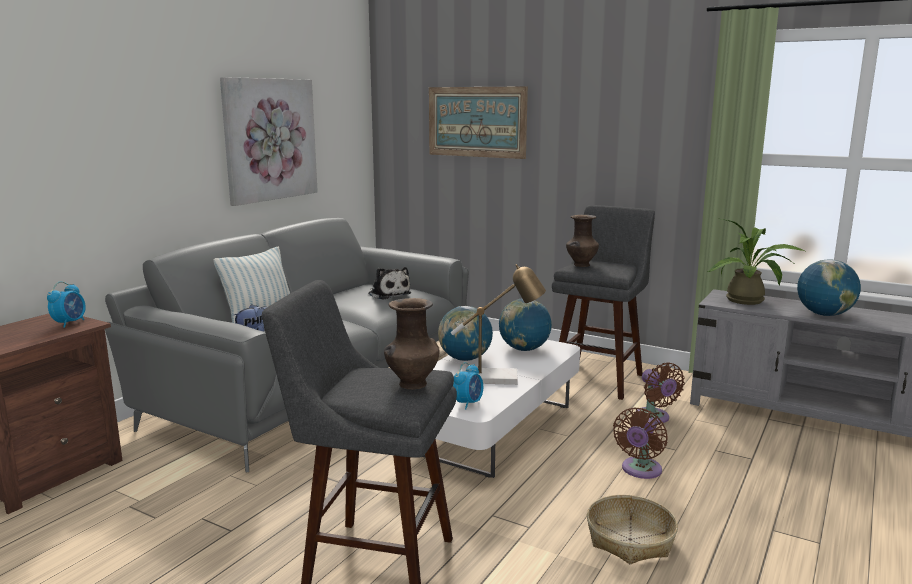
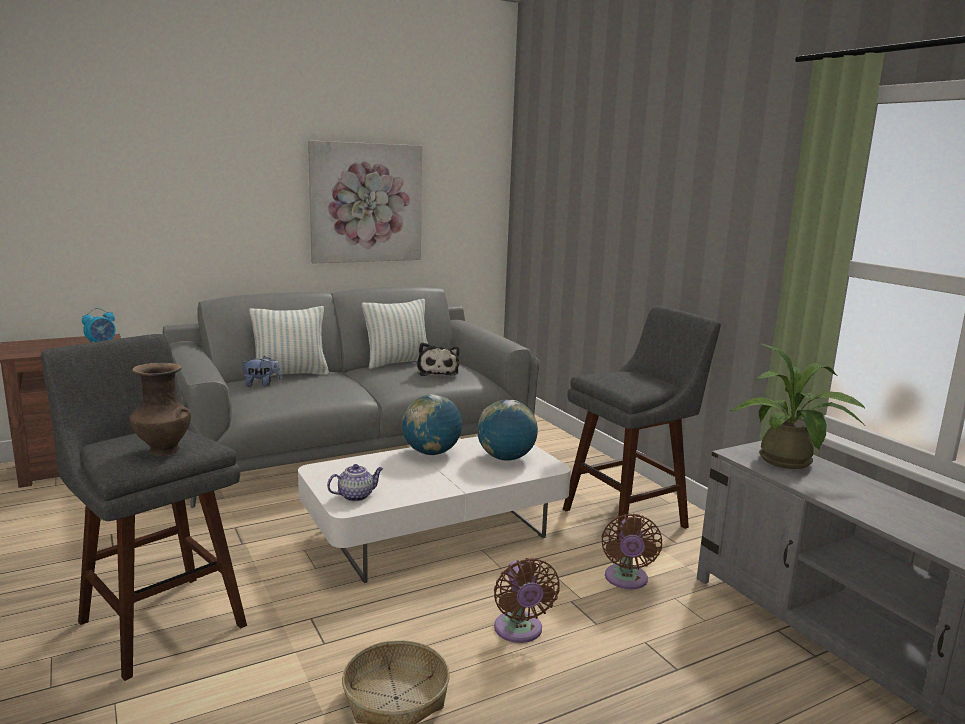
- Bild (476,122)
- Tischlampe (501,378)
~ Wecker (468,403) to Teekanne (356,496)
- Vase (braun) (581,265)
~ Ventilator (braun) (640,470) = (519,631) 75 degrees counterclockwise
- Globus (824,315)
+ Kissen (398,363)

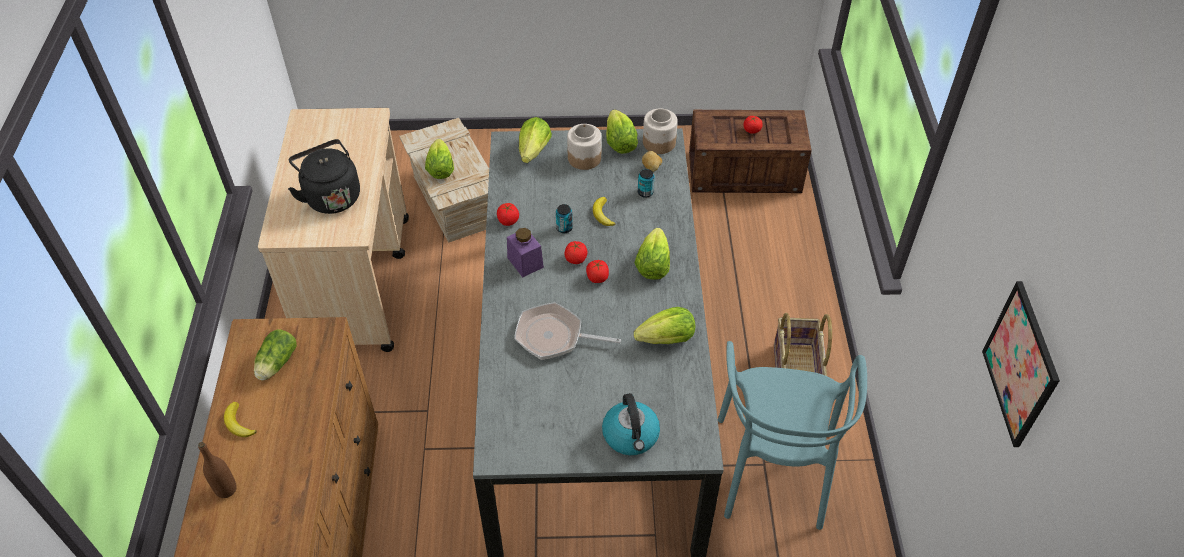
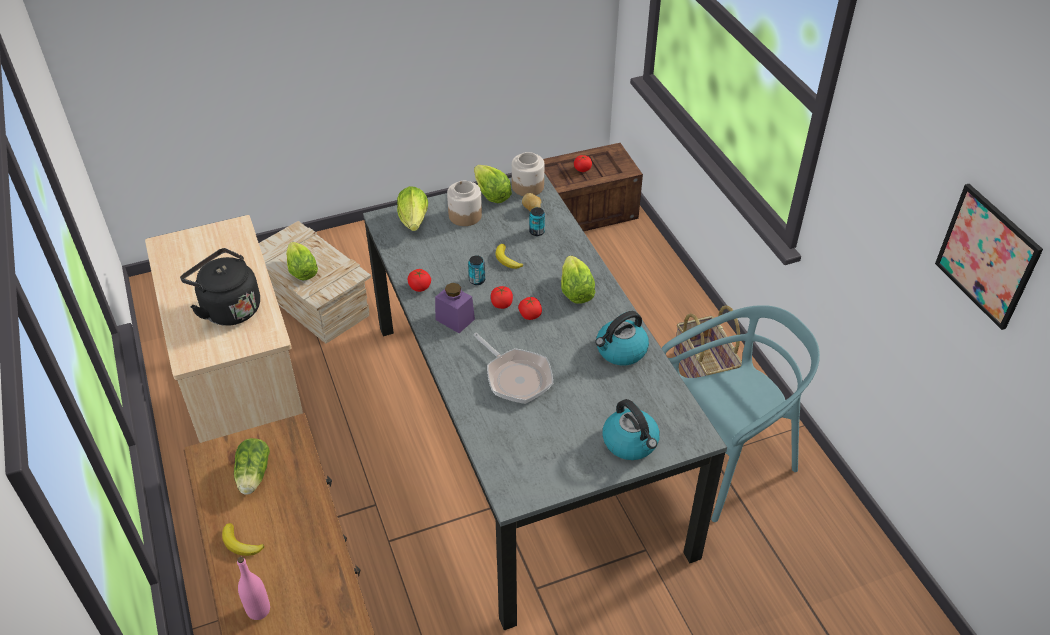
~ Flasche (braun) (226,489) to Flasche (rosa) (258,610)
~ Pfanne (554,337) = (516,377) 120 degrees counterclockwise
~ Salatkopf (667,339) to Wasserkessel (620,351)
~ Stuhl (türkis) (774,470) = (724,460) 105 degrees counterclockwise

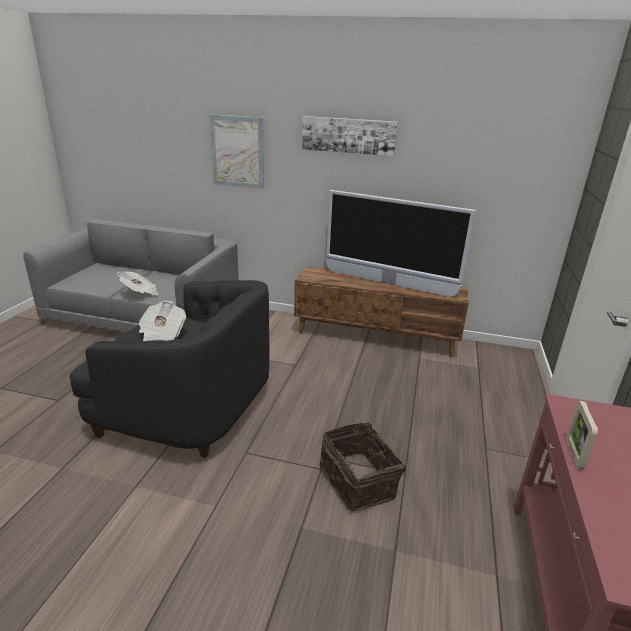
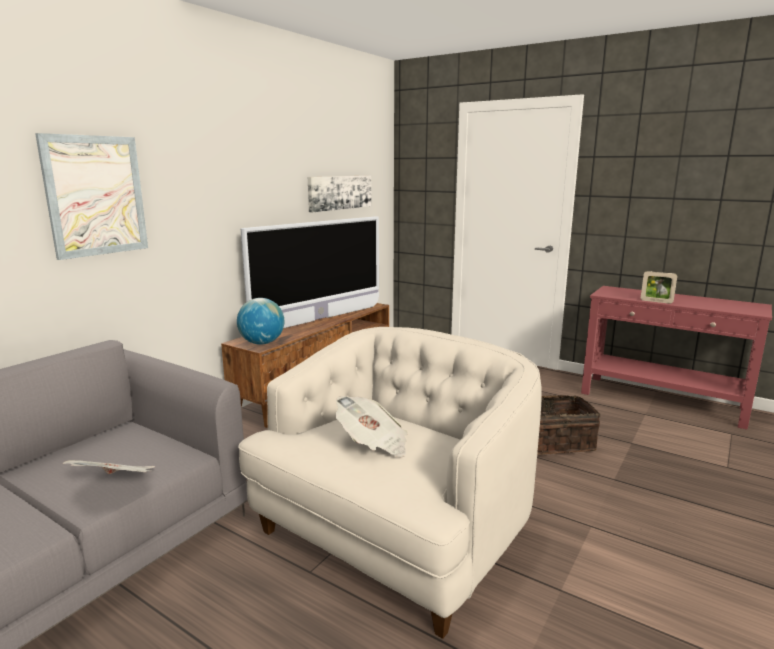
~ Sessel (schwarz) (188,405) to Sessel (weiß) (394,533)
~ Bild (348,135) to (339,192)
+ Globus (262,343)

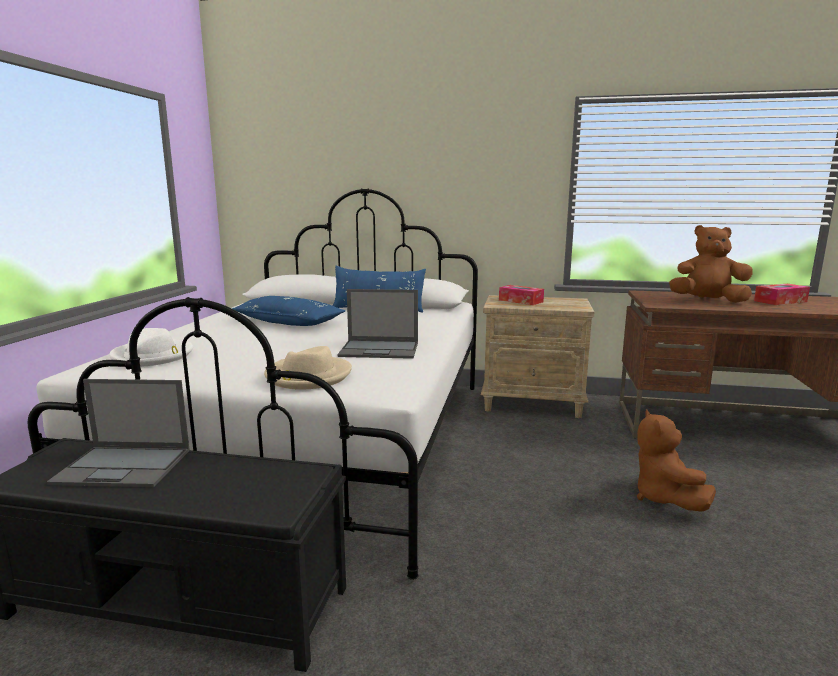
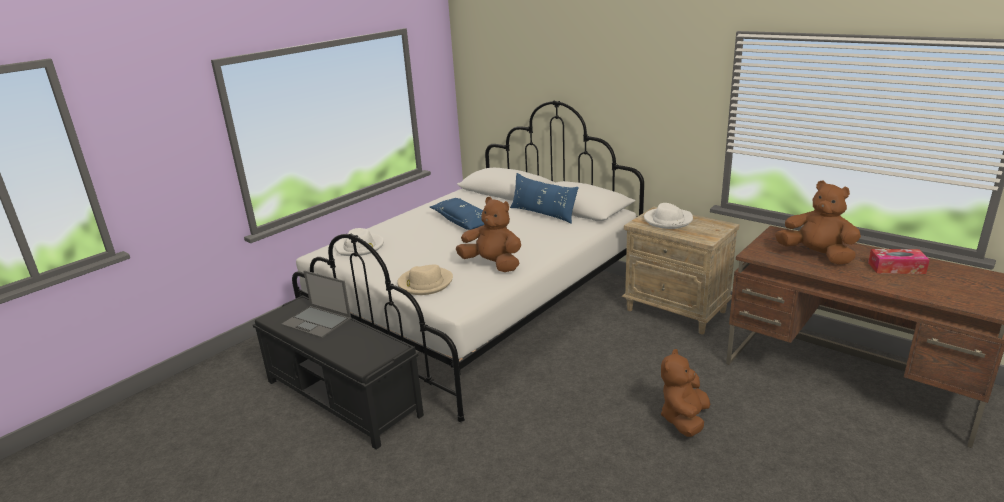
~ Laptop (380,350) to Plüschtier (braun) (492,265)
~ Taschentuchbox (520,301) to Hut (weiß) (668,220)

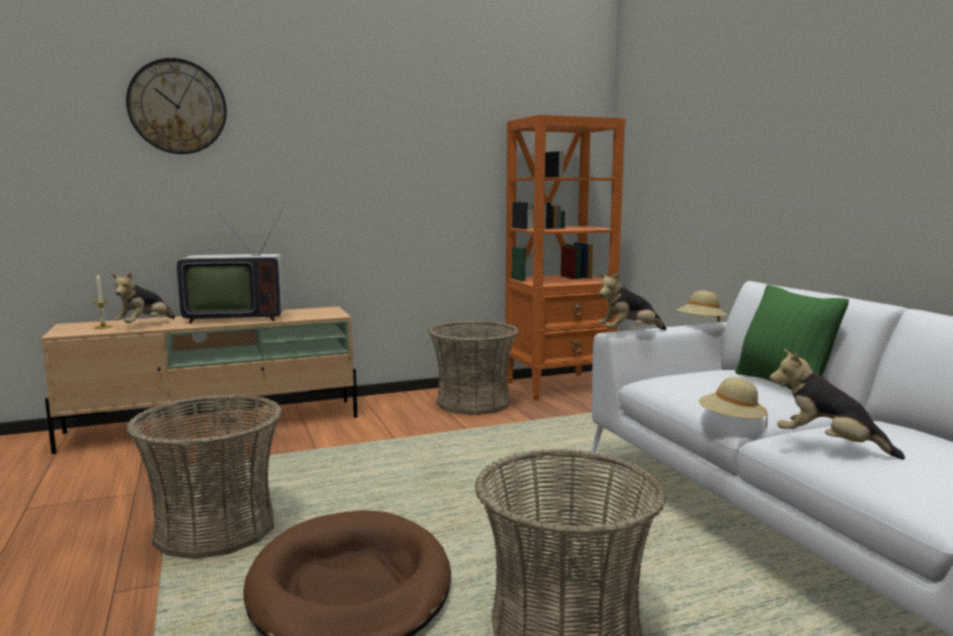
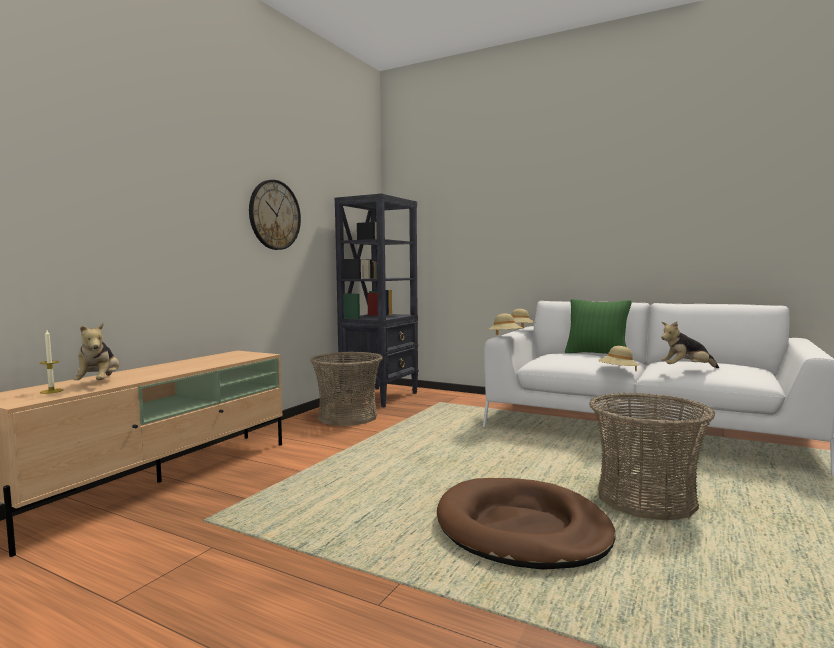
~ Wanduhr (177,107) to (274,215)
- Korb (216,529)
- Fernseher (234,318)
~ Bücherregal (orange) (559,386) to Bücherregal (schwarz) (380,397)
~ Plüschtier (629,333) to Hut (beige) (505,337)

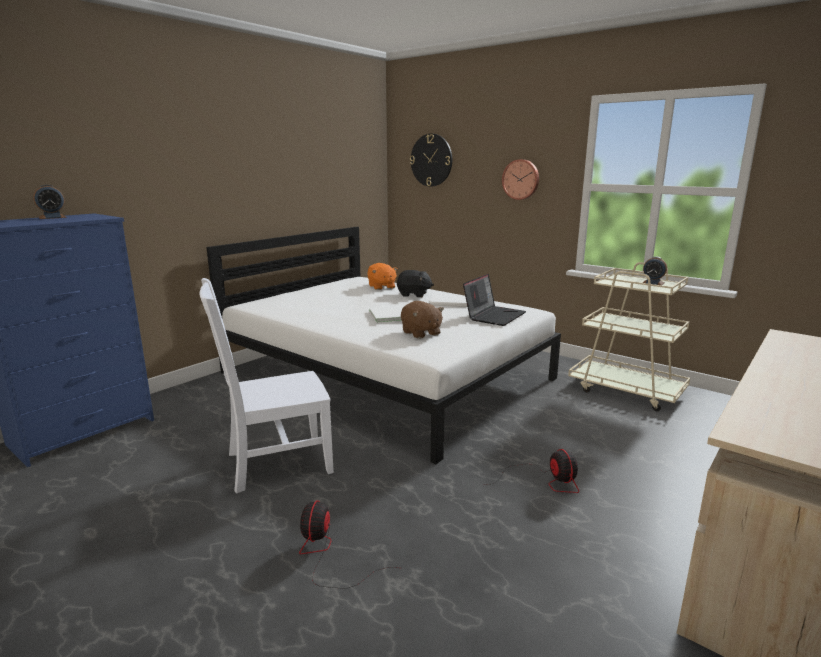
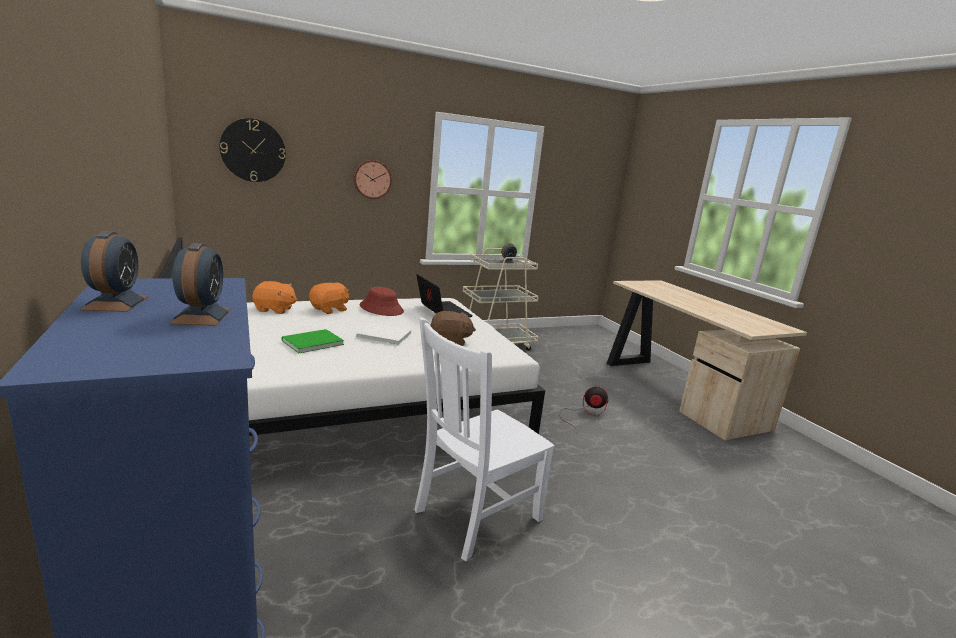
~ Stuhl (weiß) (275,463) = (474,516) 45 degrees clockwise
- Ventilator (327,554)
~ Plüschtier (schwarz) (414,294) to Plüschtier (orange) (330,309)
~ Buch (weiß) (451,302) to Hut (rot) (381,309)
+ Wecker (201,316)
+ Buch (grün) (310,342)

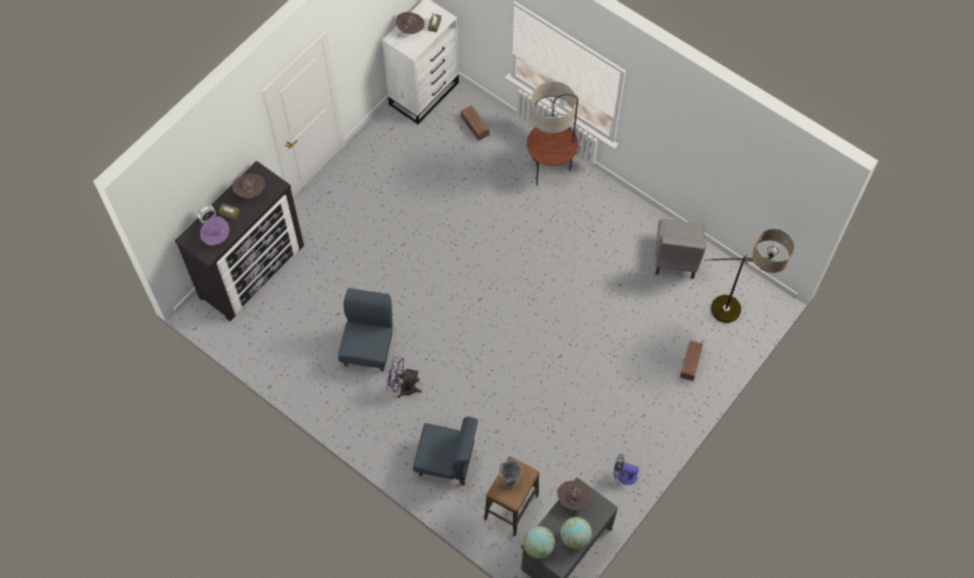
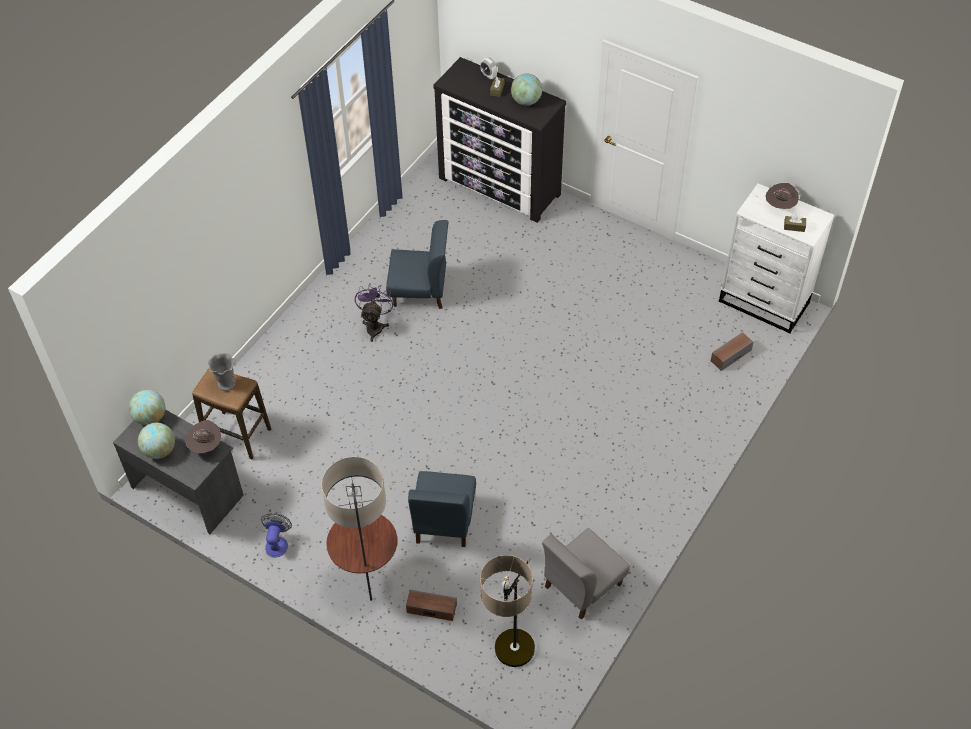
- Hut (lila) (216,237)
~ Hut (braun) (250,191) to Globus (526,101)
~ Stuhl (blau) (446,461) to (443,521)
~ Stehlampe (550,171) to (367,576)
~ Stuhl (grau) (676,258) = (582,585) 45 degrees counterclockwise

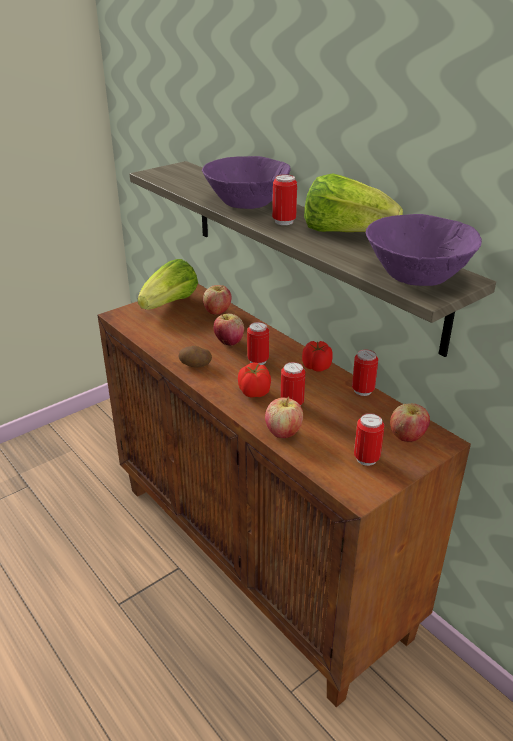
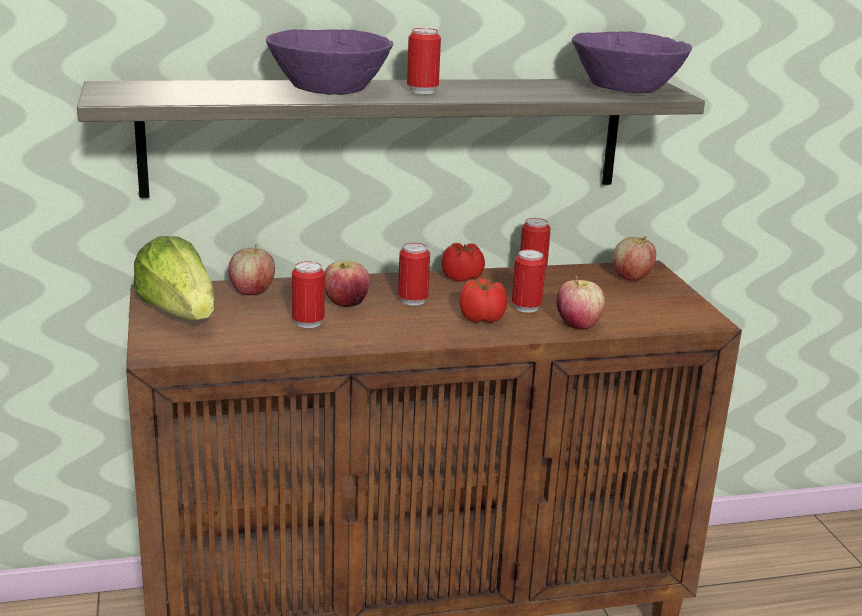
- Kartoffel (195,365)
- Salatkopf (345,233)
~ Dose (366,458) to (308,322)

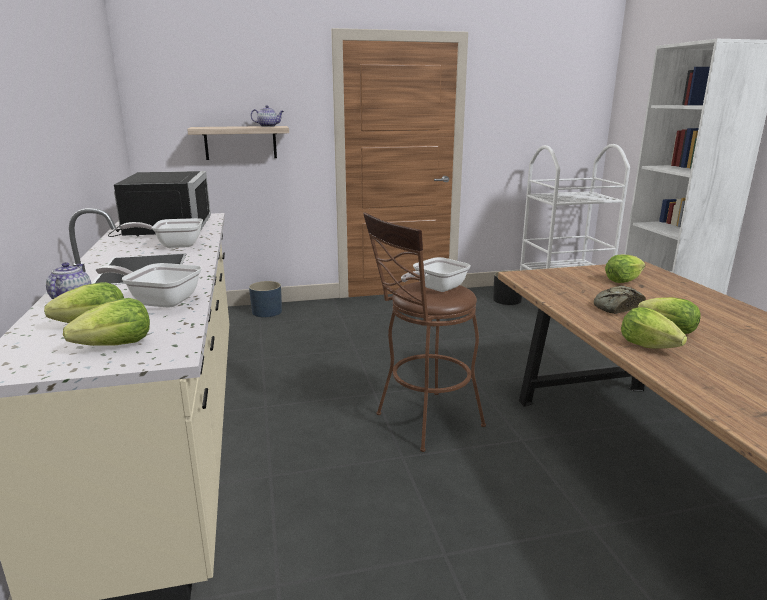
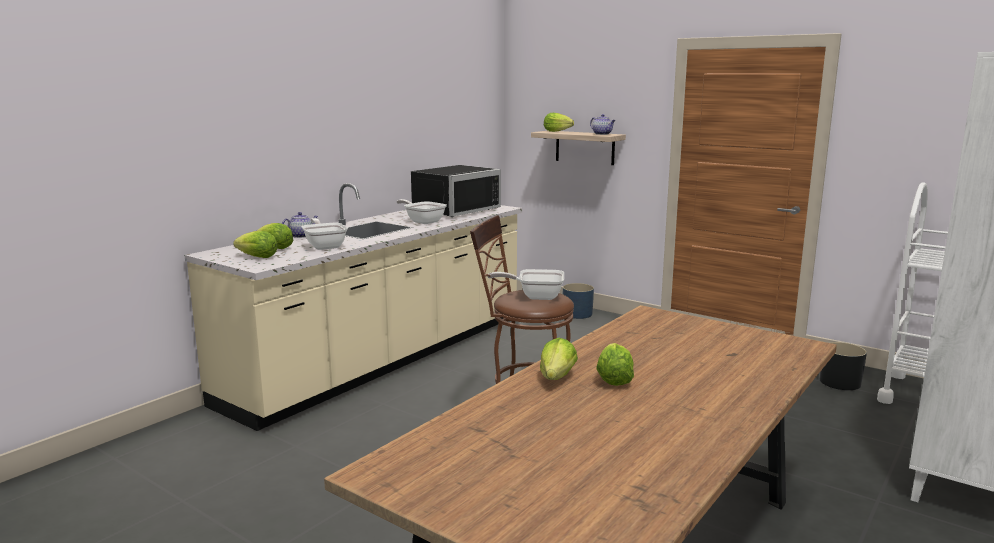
- Brot (616,307)
~ Salatkopf (622,281) to (556,131)

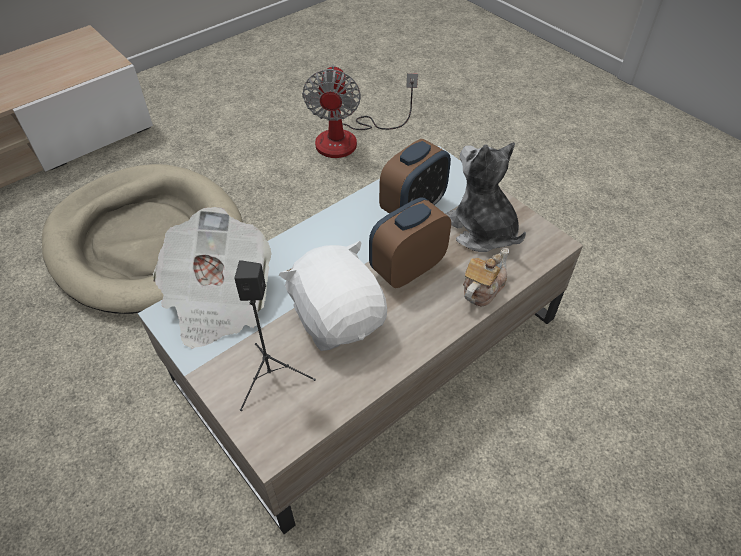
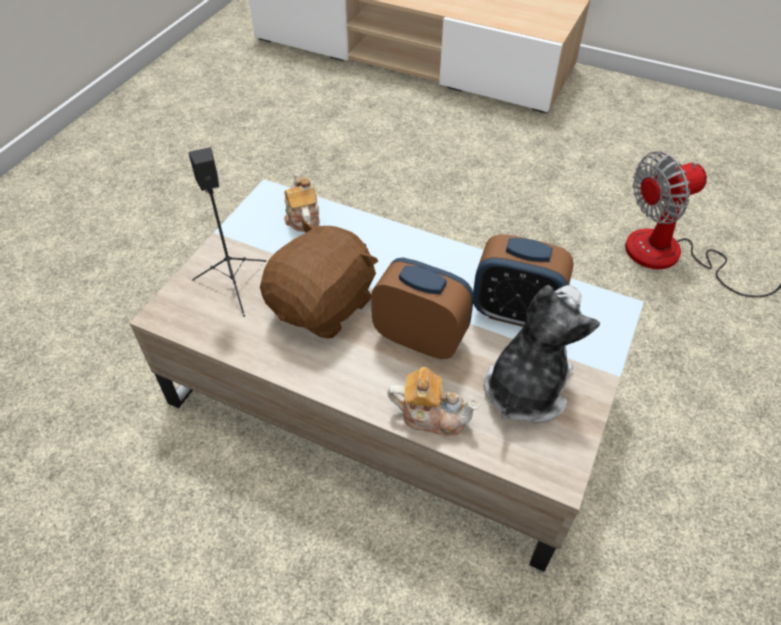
- Hundebett (beige) (146,241)
~ Zeitung (217,299) to Teekanne (302,217)
~ Plüschtier (weiß) (338,317) to Plüschtier (braun) (324,305)

